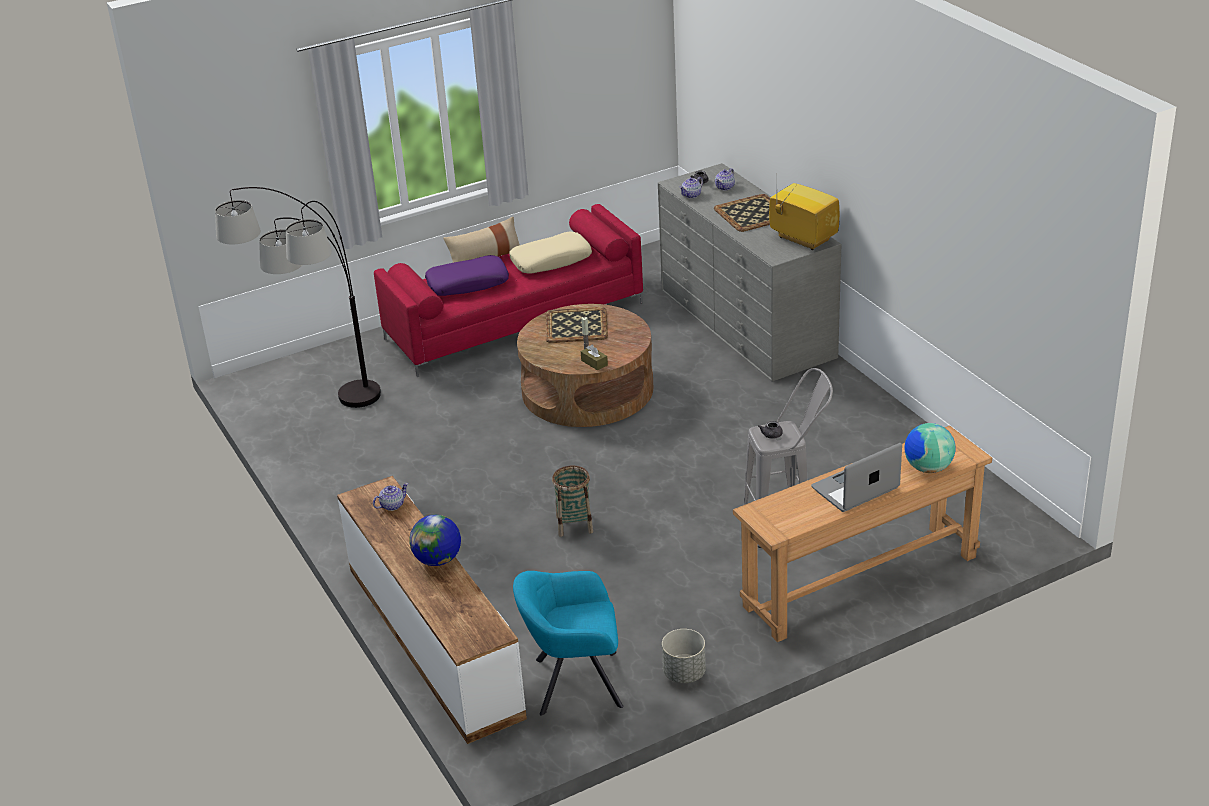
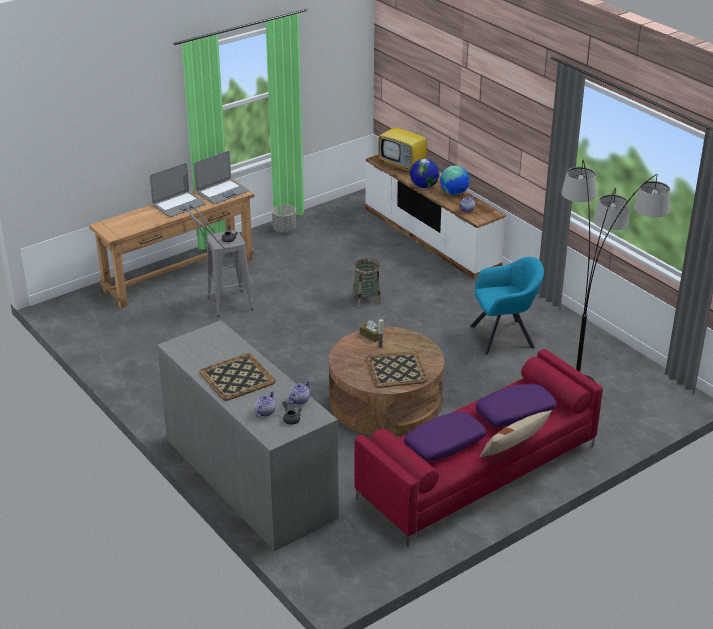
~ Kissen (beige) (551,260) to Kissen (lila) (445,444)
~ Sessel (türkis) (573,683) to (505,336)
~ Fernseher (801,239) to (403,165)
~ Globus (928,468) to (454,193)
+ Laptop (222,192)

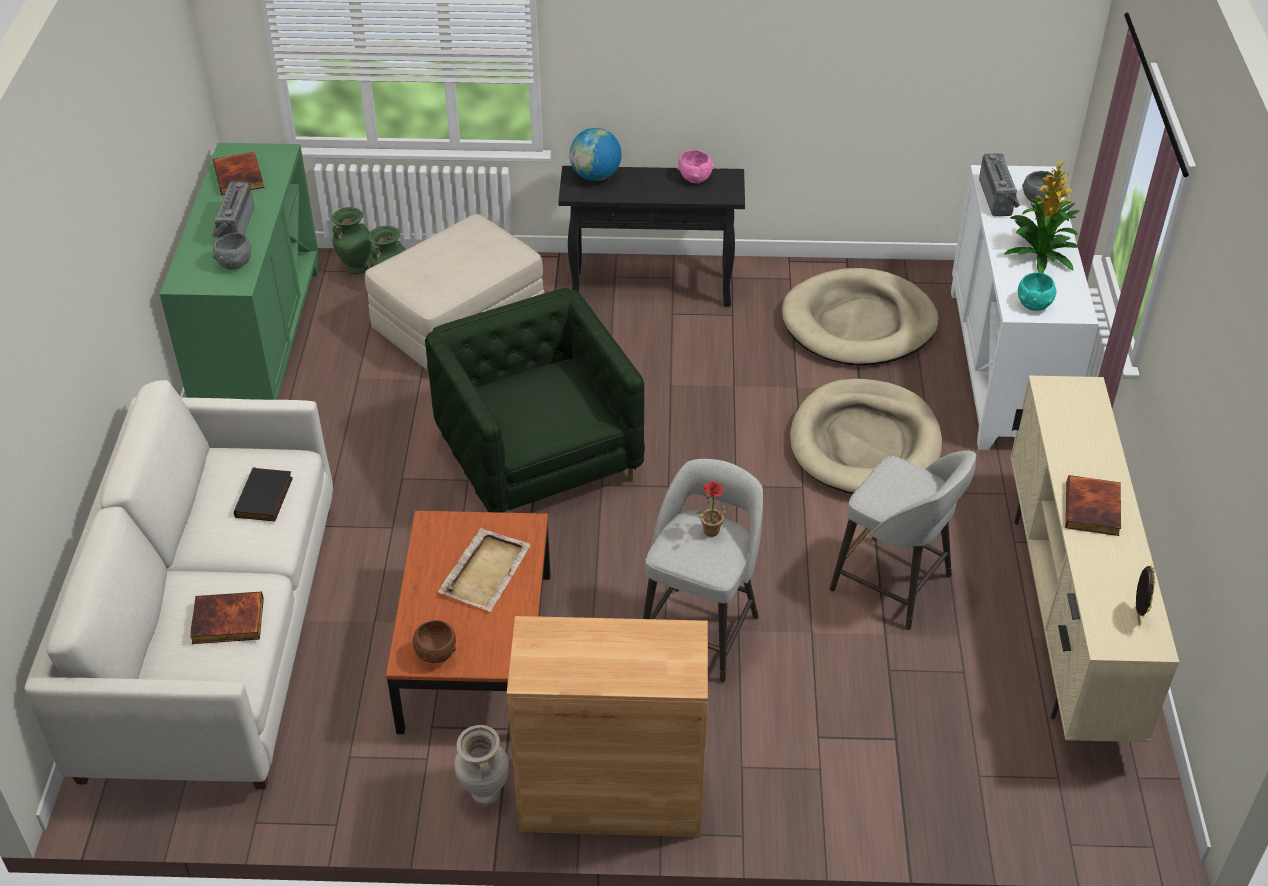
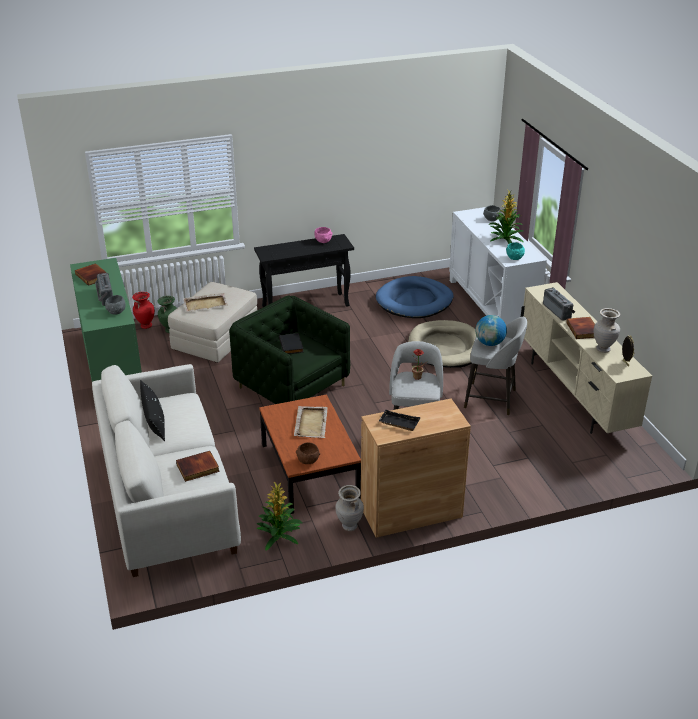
~ Buch (schwarz) (265,498) to (292,345)
~ Vase (grün) (356,268) to Vase (rot) (145,326)
~ Globus (596,176) to (490,343)
~ Hundebett (beige) (859,323) to Hundebett (blau) (414,301)
~ Radio (998,198) to (558,311)
+ Kissen (schwarz) (154,421)
+ Tablett (beige) (205,304)
+ Topfpflanze (279,535)
+ Tablett (schwarz) (398,423)
+ Vase (beige) (603,349)

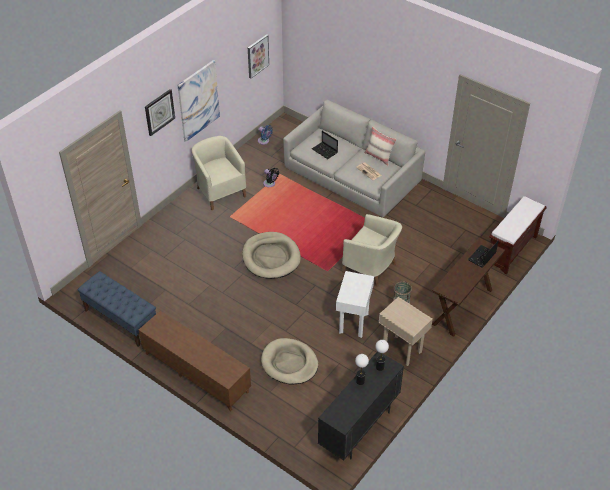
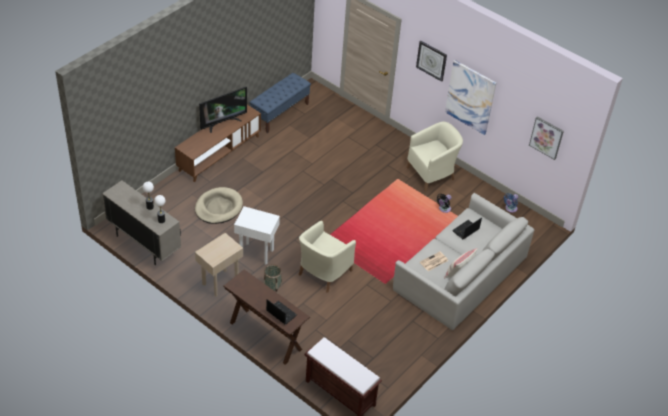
- Hundebett (beige) (271,257)
~ Schrank (schwarz) (359,429) to Schrank (beige) (144,244)
+ Fernseher (222,123)

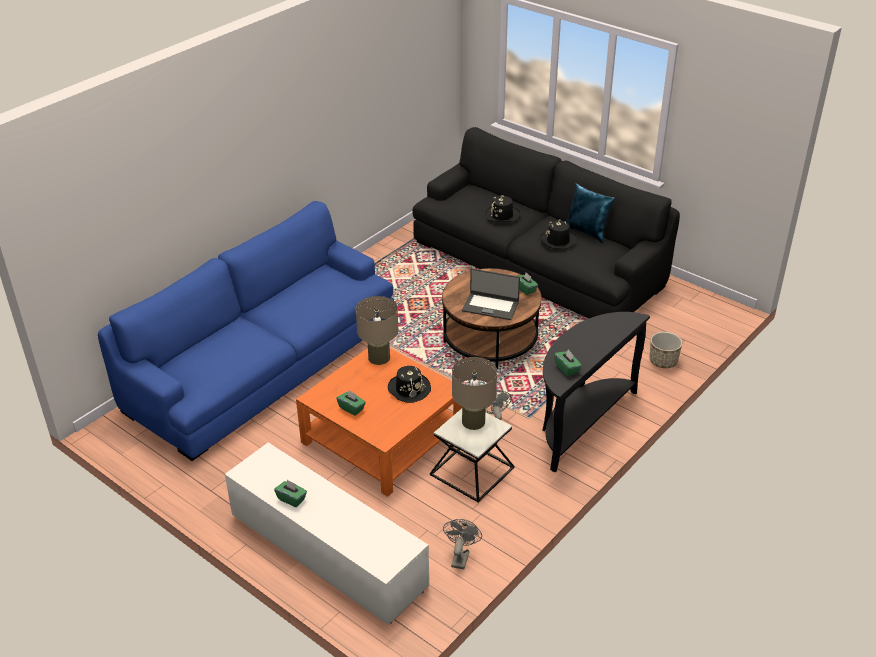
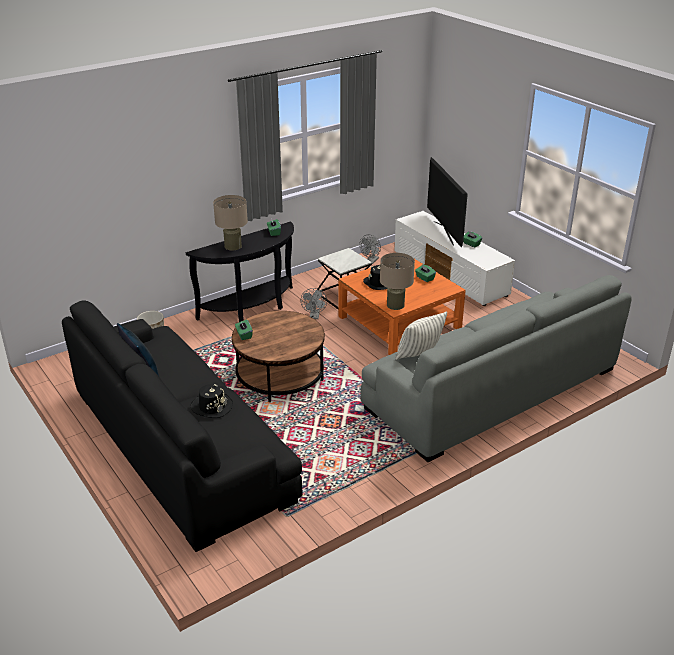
~ Sofa (blau) (263,364) to Sofa (grau) (491,388)
~ Tischlampe (beige) (473,421) to (233,246)
- Laptop (490,306)
- Hut (schwarz) (558,240)
+ Kissen (419,354)
+ Fernseher (444,233)

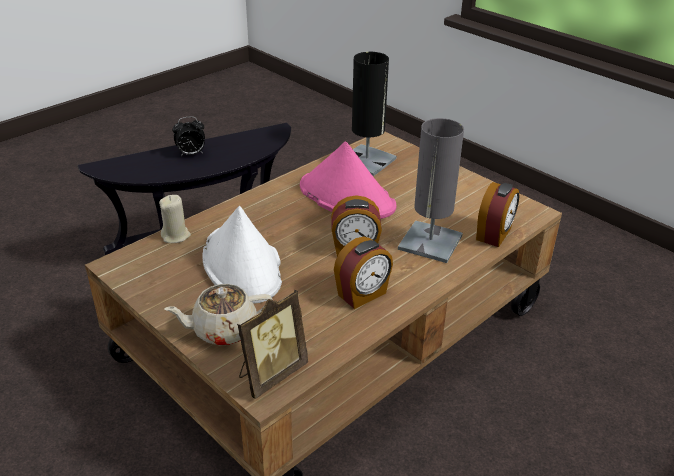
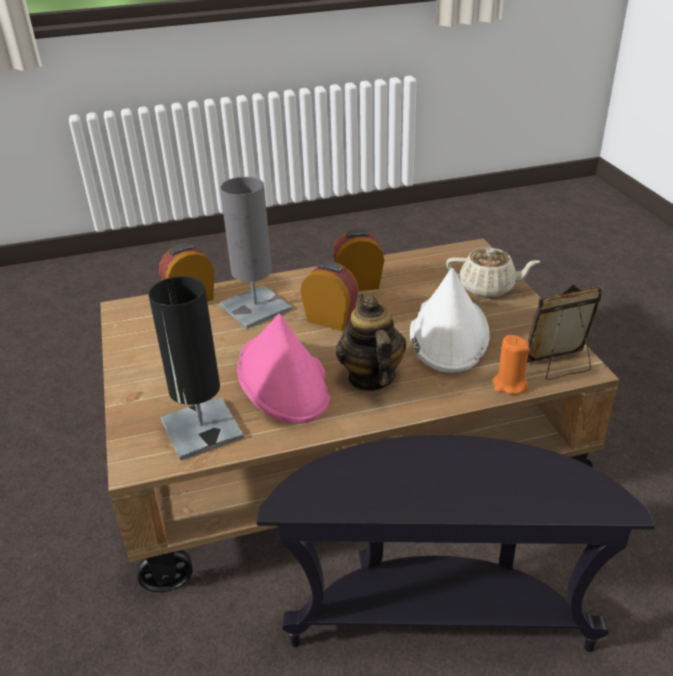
~ Kerze (beige) (176,236) to Kerze (orange) (509,385)
- Wecker (191,154)
~ Bilderrahmen (271,374) to (559,366)
+ Teekanne (370,377)

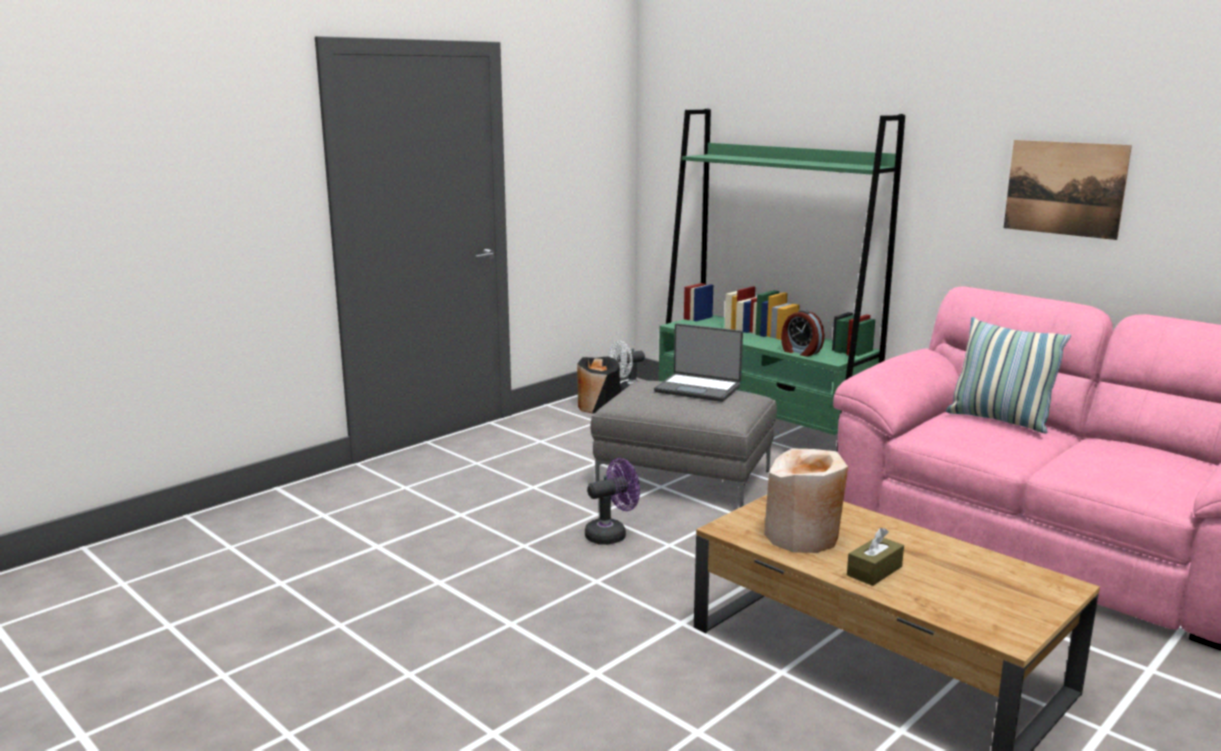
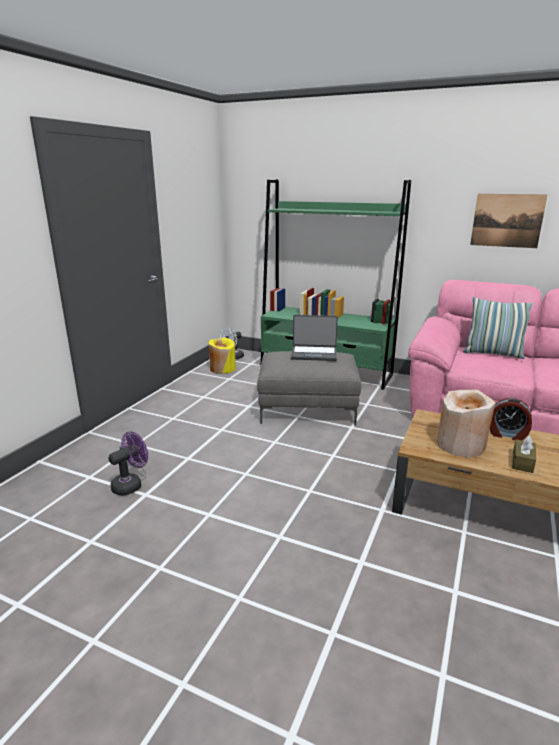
~ Vase (schwarz) (598,407) to Vase (gelb) (222,369)
~ Ventilator (lila) (611,534) to (131,484)
~ Wecker (800,352) to (507,435)

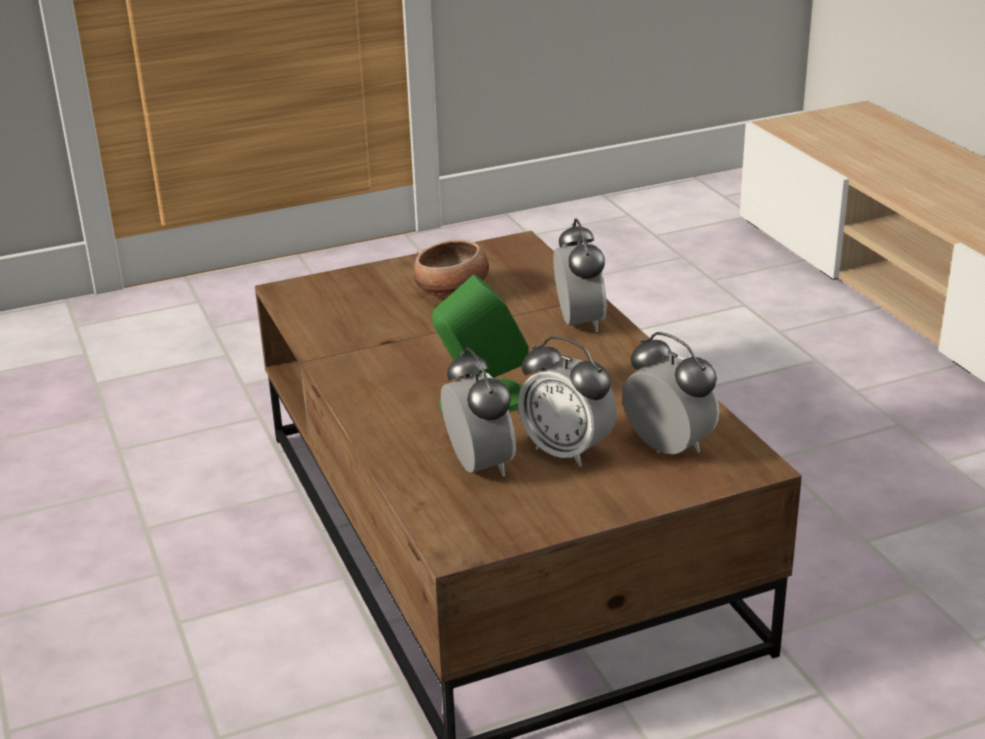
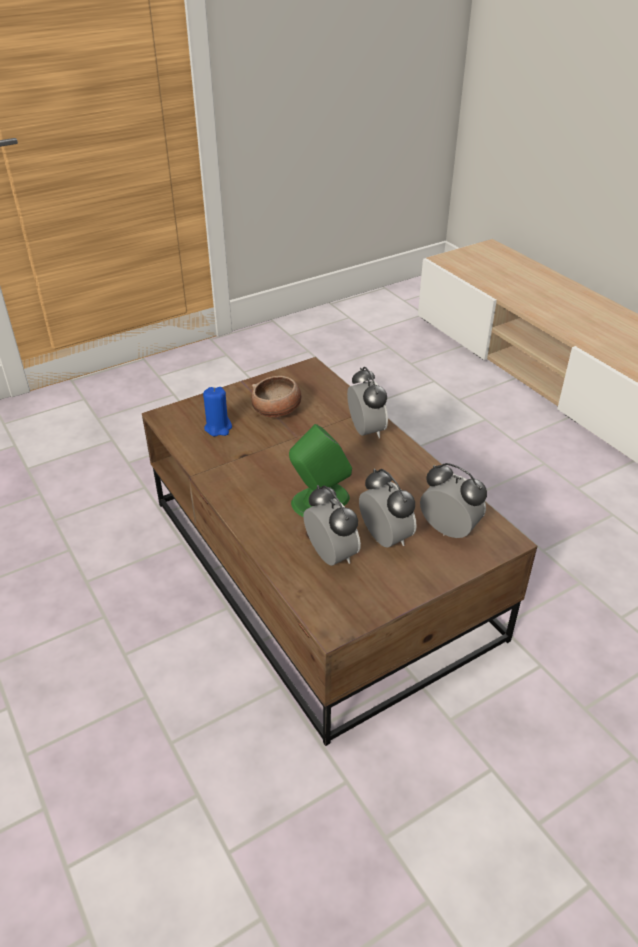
~ Wecker (567,451) = (385,538) 150 degrees counterclockwise
+ Kerze (blau) (218,428)

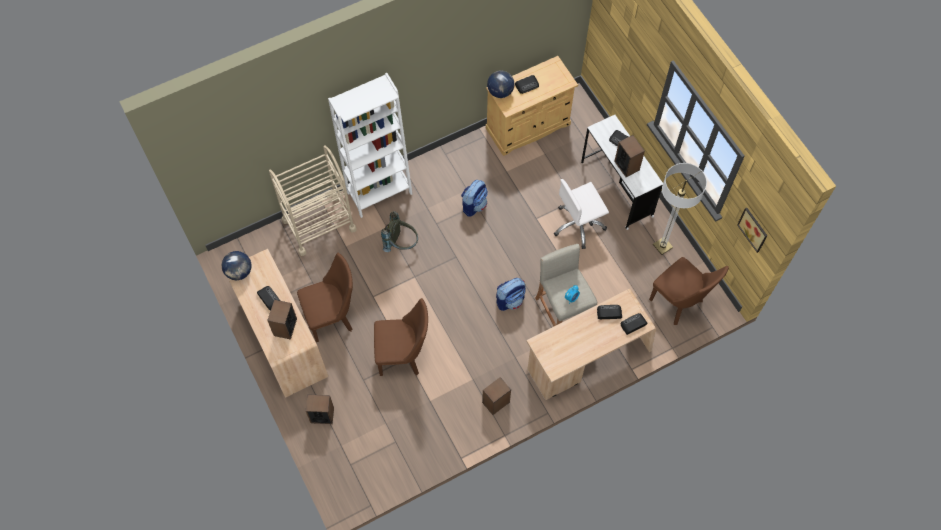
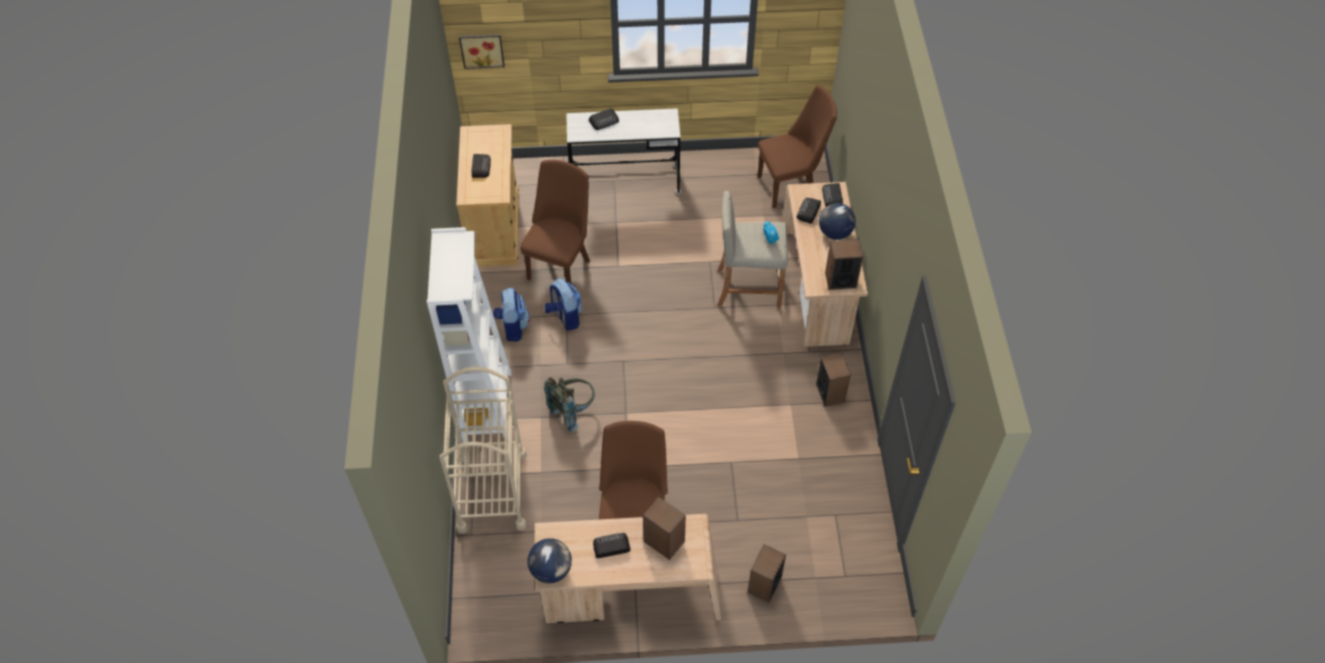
~ Stuhl (braun) (403,356) to (560,265)
~ Globus (500,92) to (834,233)
~ Rucksack (510,300) to (512,327)
- Bürostuhl (weiß) (578,225)
~ Lautsprecher (627,165) to (840,280)
- Stehlampe (662,246)
~ Bild (754,229) to (482,49)

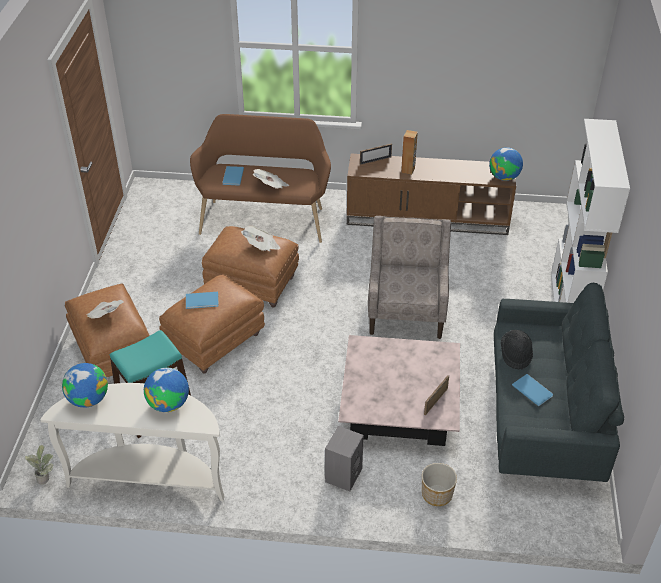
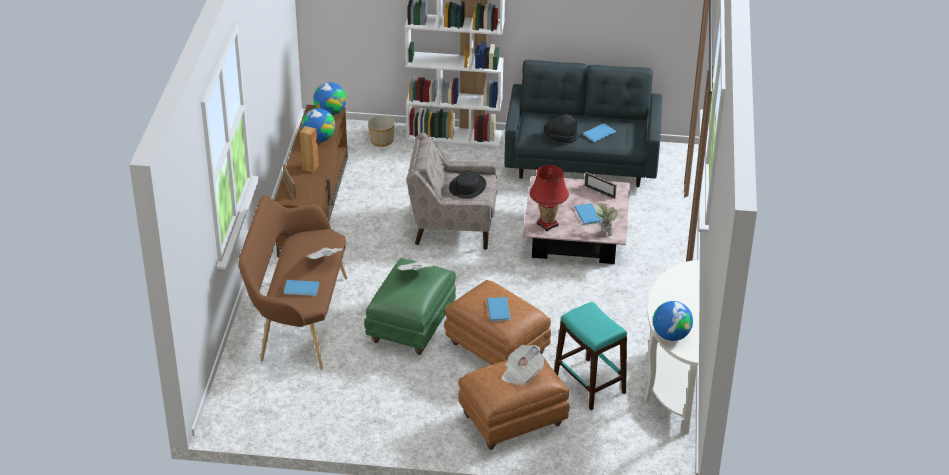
~ Topfpflanze (45,477) to (604,232)
~ Globus (169,404) to (319,138)
~ Polsterhocker (braun) (253,284) to Polsterhocker (grün) (411,325)
- Lautsprecher (grau) (343,474)
~ Pflanzkübel (436,494) to (382,141)
+ Hut (schwarz) (467,187)
+ Tischlampe (rot) (547,224)
+ Buch (blau) (588,214)

